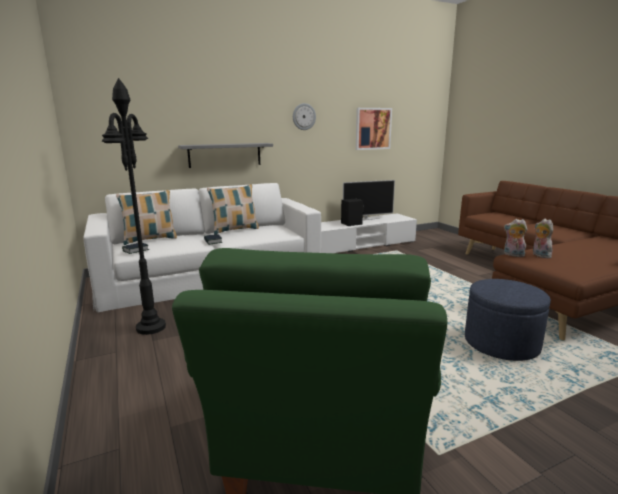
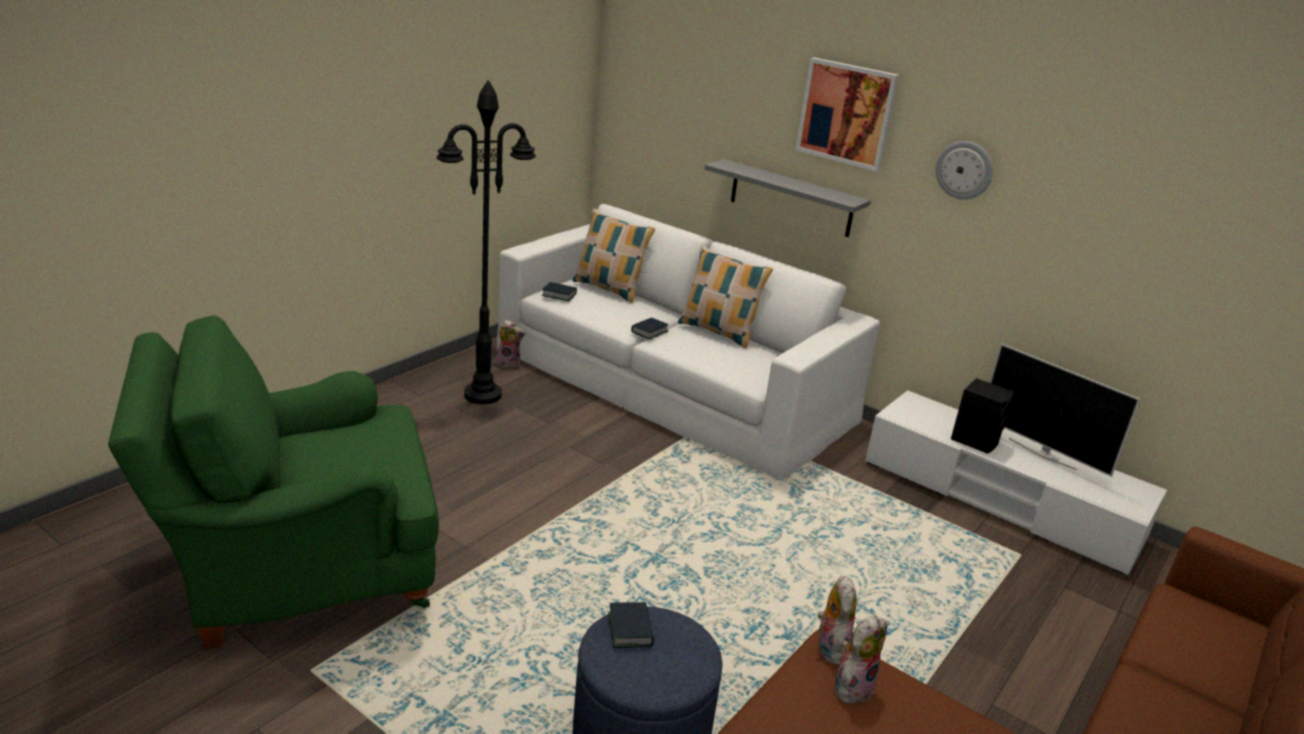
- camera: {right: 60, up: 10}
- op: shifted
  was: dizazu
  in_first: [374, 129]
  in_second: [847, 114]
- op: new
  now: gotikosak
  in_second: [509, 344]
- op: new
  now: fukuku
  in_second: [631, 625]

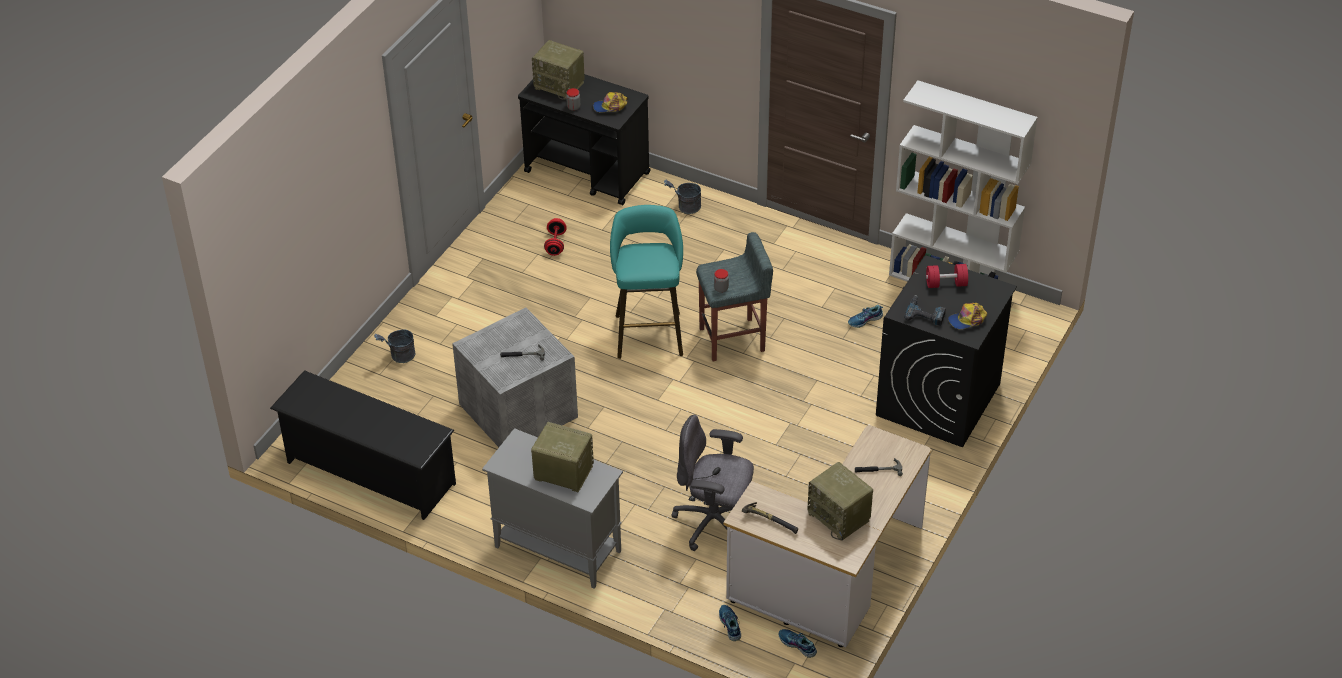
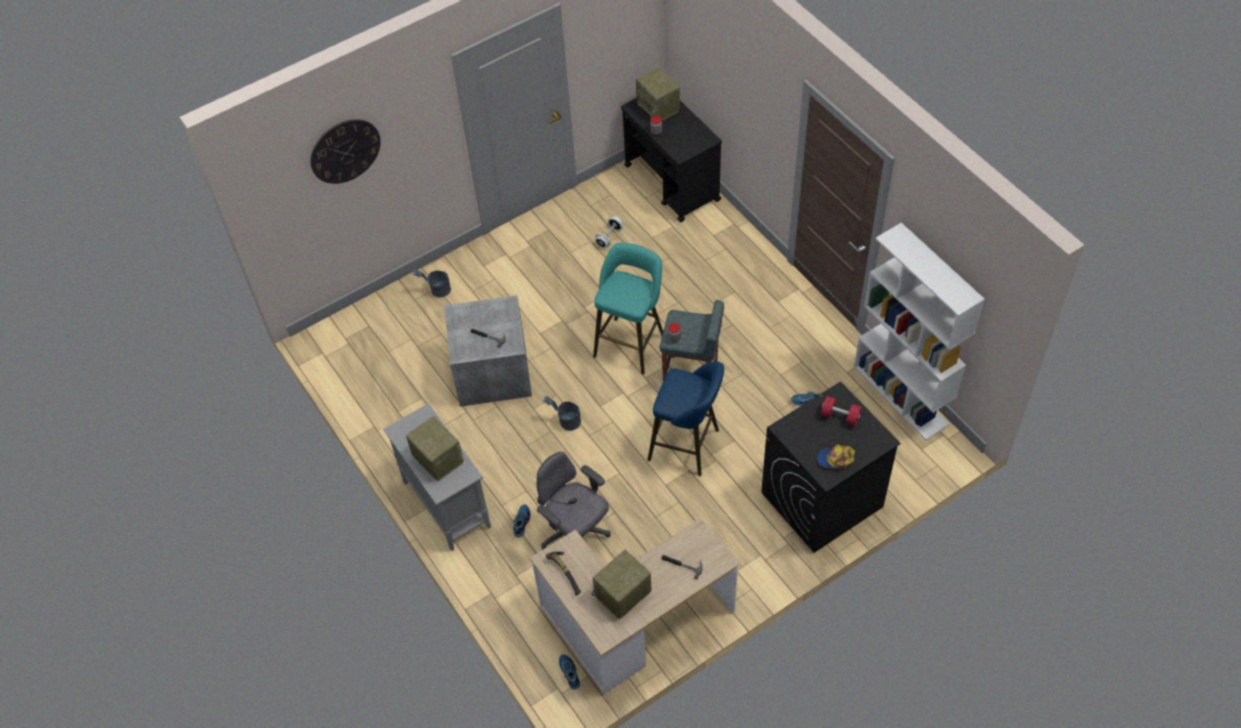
- camera: {right: 30, up: 10}
- op: gone
  was: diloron
  in_first: [610, 102]
- op: shifted
  was: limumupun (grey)
  in_first: [682, 197]
  in_second: [562, 413]
- op: repainted
  was: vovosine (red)
  now: vovosine (white)
  in_first: [555, 237]
  in_second: [609, 232]
- op: gone
  was: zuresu
  in_first: [925, 310]
- op: gone
  was: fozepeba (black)
  in_first: [363, 445]
- op: rotated
  was: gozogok
  in_first: [840, 501]
  in_second: [621, 584]
  clockwise: 60
- op: shifted
  was: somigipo
  in_first: [730, 623]
  in_second: [522, 520]
- op: new
  now: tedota
  in_second: [345, 151]
- op: new
  now: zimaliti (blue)
  in_second: [685, 419]

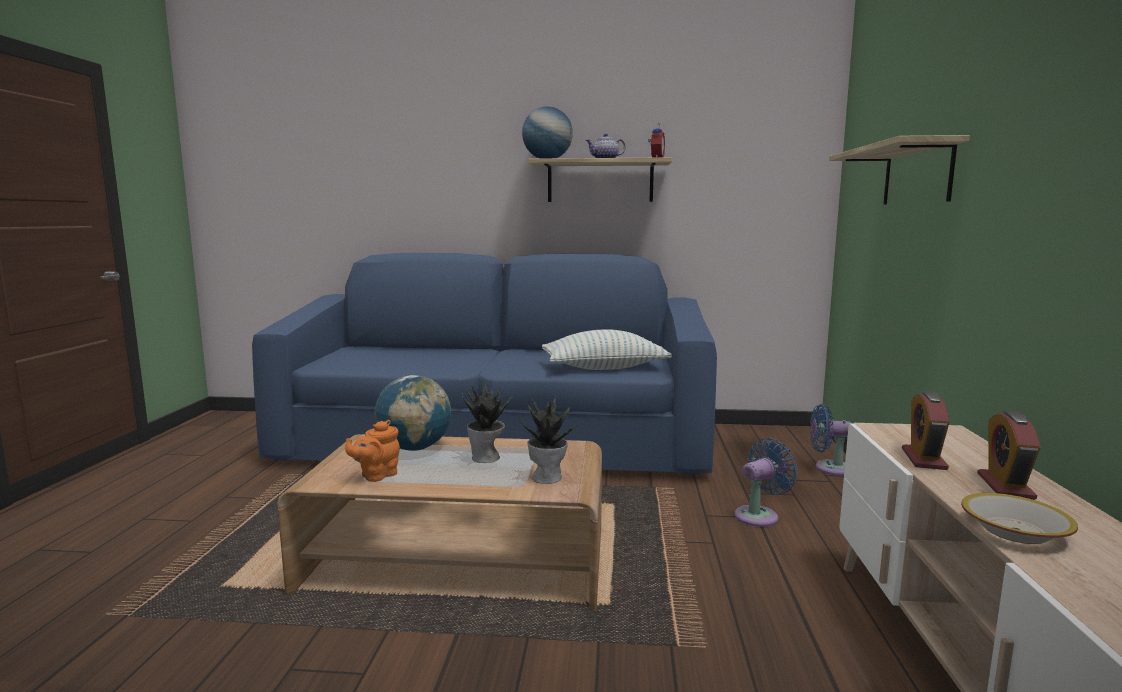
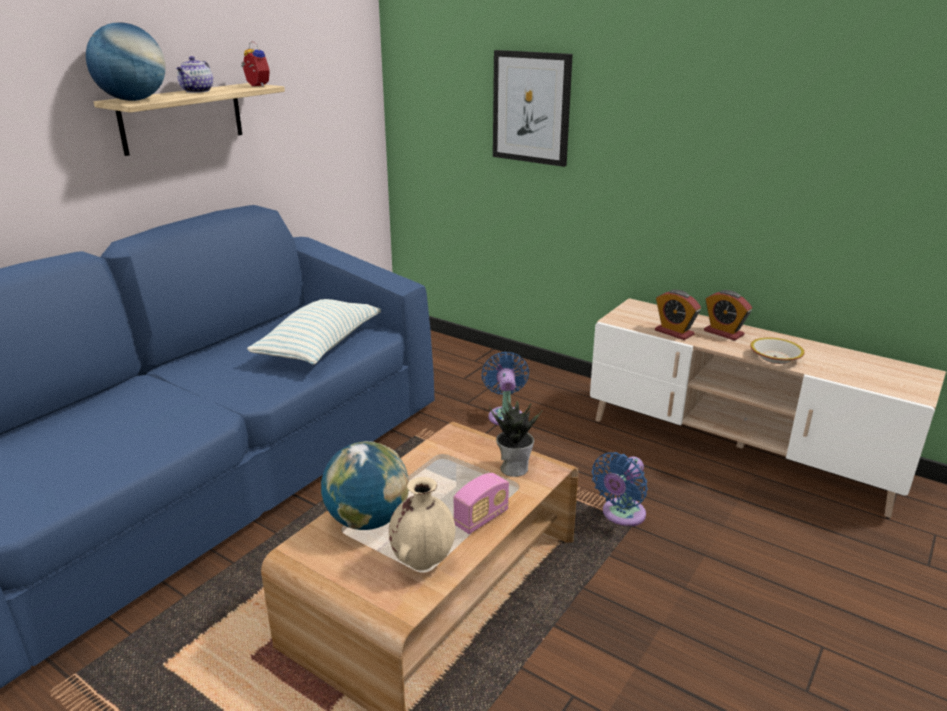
- camera: {right: -60, up: 15}
- op: swapped
  was: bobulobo
  now: dizazu
  in_first: [899, 170]
  in_second: [533, 108]
- op: gone
  was: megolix
  in_first: [487, 421]
- op: shifted
  was: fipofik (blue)
  in_first: [830, 440]
  in_second: [620, 489]
- op: swapped
  was: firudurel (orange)
  now: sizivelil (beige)
  in_first: [372, 451]
  in_second: [422, 523]
- op: new
  now: gozogok
  in_second: [481, 503]

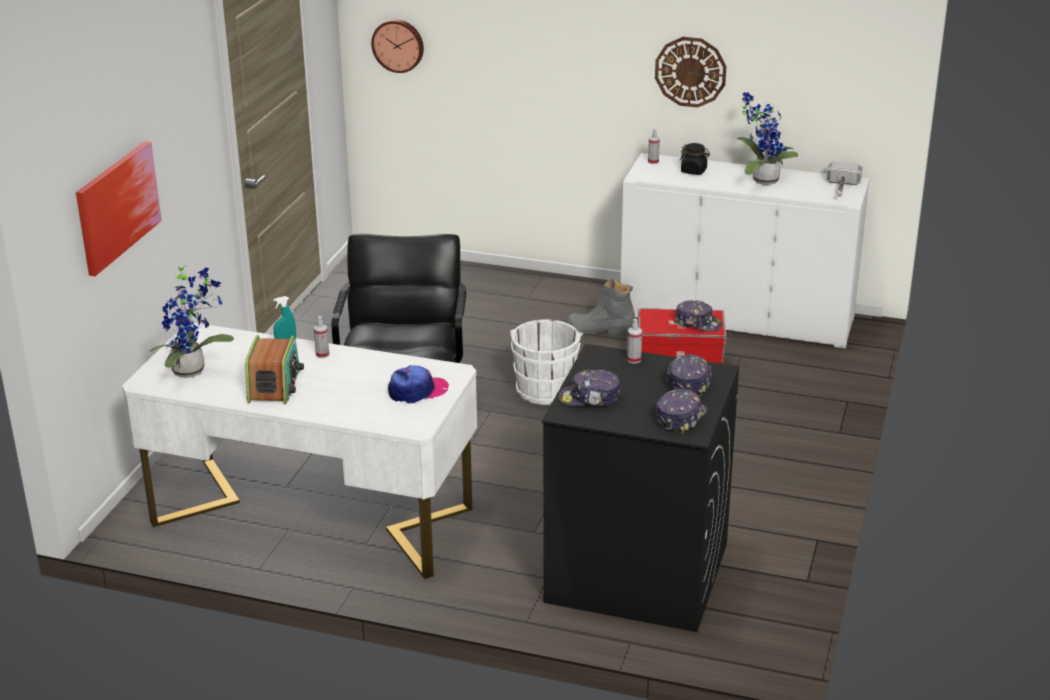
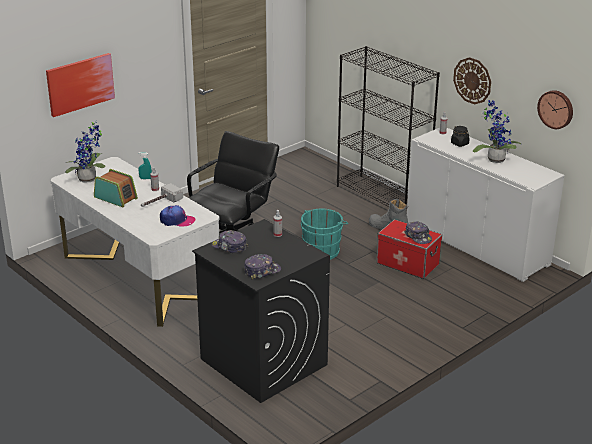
- camera: {right: 30, up: 0}
- op: shifted
  was: tedota
  in_first: [397, 46]
  in_second: [555, 109]
- op: shifted
  was: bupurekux
  in_first: [844, 179]
  in_second: [162, 195]
- op: repainted
  was: limumupun (white)
  now: limumupun (turquoise)
  in_first: [546, 362]
  in_second: [324, 234]
- op: rotated
  was: gozogok
  in_first: [274, 369]
  in_second: [116, 188]
  clockwise: -90
- op: gone
  was: diloron
  in_first: [689, 375]
- op: new
  now: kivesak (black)
  in_second: [388, 129]

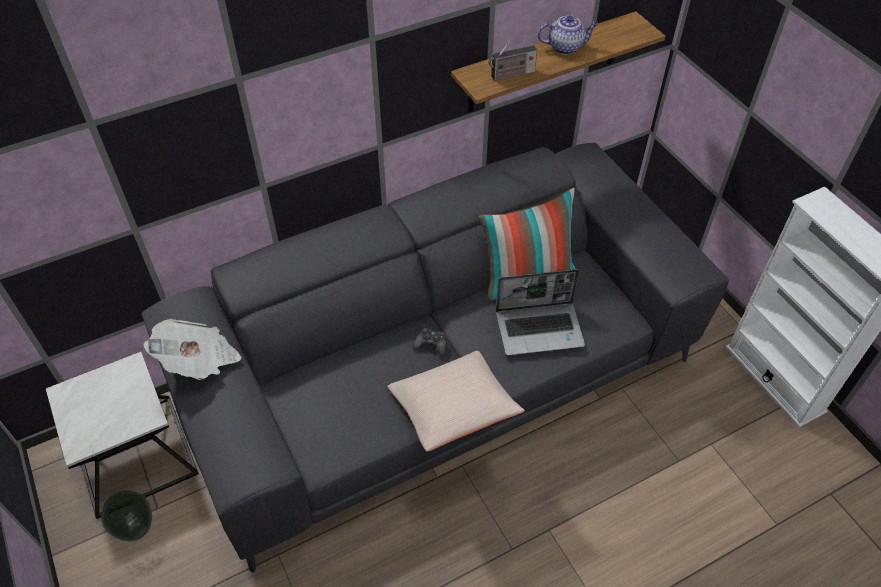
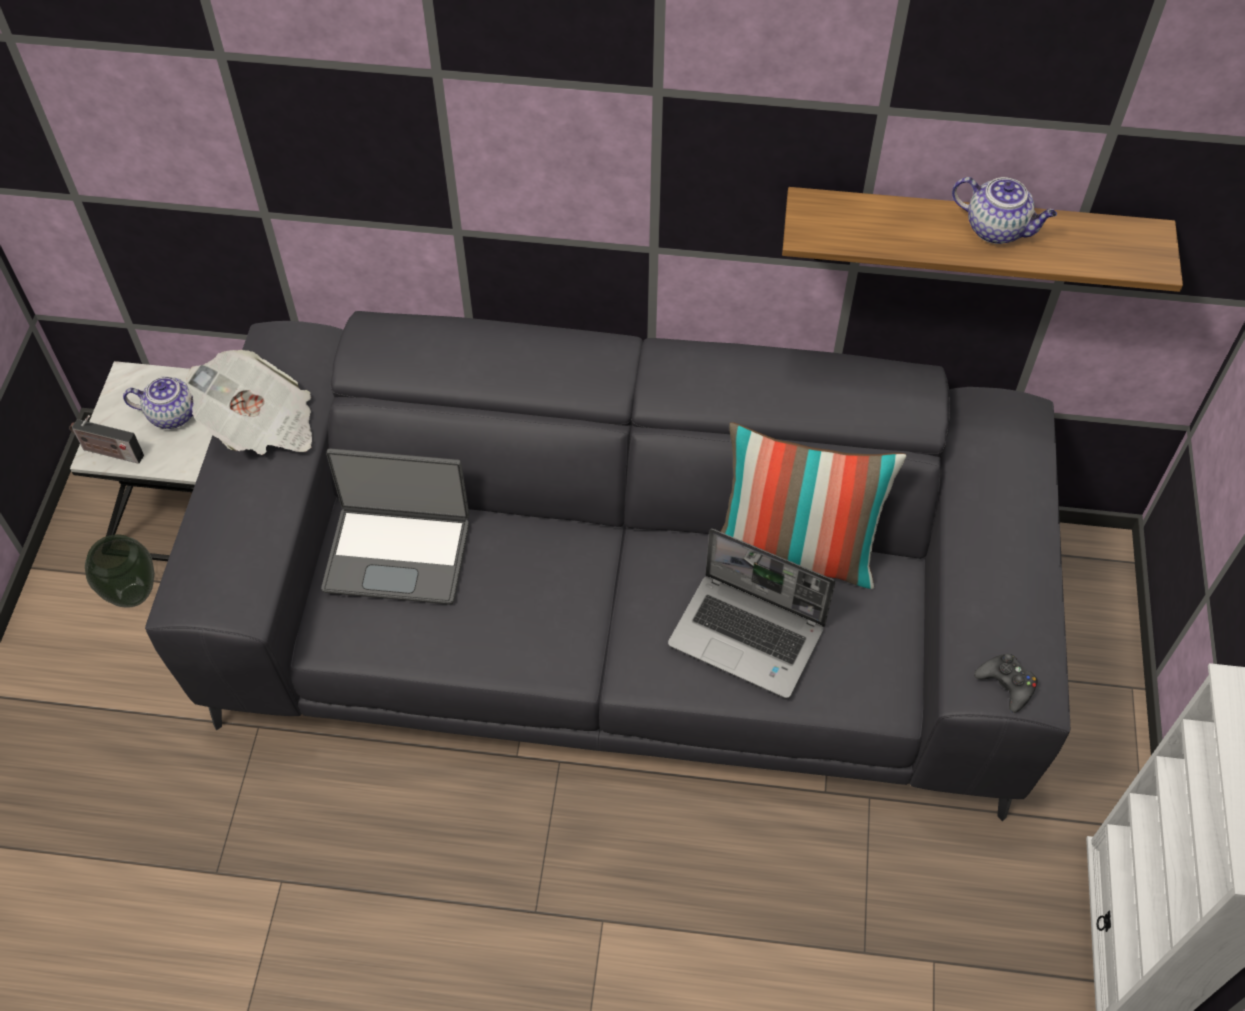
- camera: {right: 35, up: 5}
- op: shifted
  was: gozogok
  in_first: [512, 60]
  in_second: [106, 439]
- op: shifted
  was: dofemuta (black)
  in_first: [430, 342]
  in_second: [1006, 683]
- op: gone
  was: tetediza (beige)
  in_first: [456, 401]
- op: new
  now: firudurel
  in_second: [158, 402]
- op: new
  now: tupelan
  in_second: [395, 526]

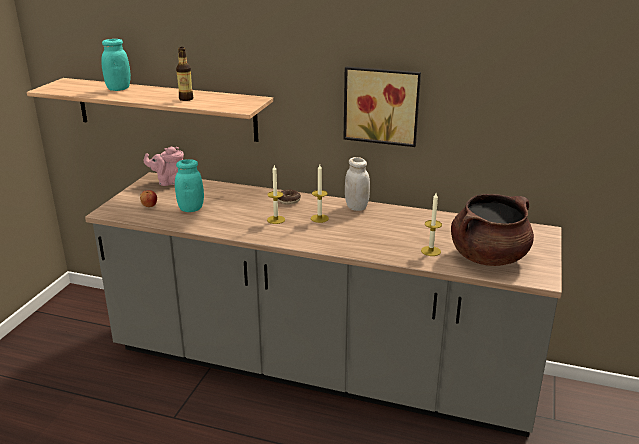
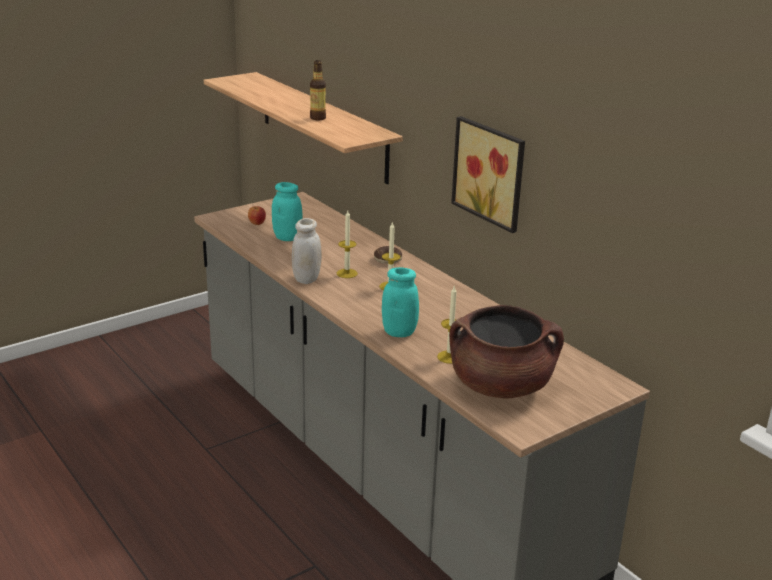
- camera: {right: 35, up: 0}
- op: shifted
  was: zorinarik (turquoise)
  in_first: [116, 65]
  in_second: [400, 302]
- op: gone
  was: firudurel (pink)
  in_first: [164, 166]
- op: shifted
  was: zorinarik (white)
  in_first: [357, 184]
  in_second: [307, 251]

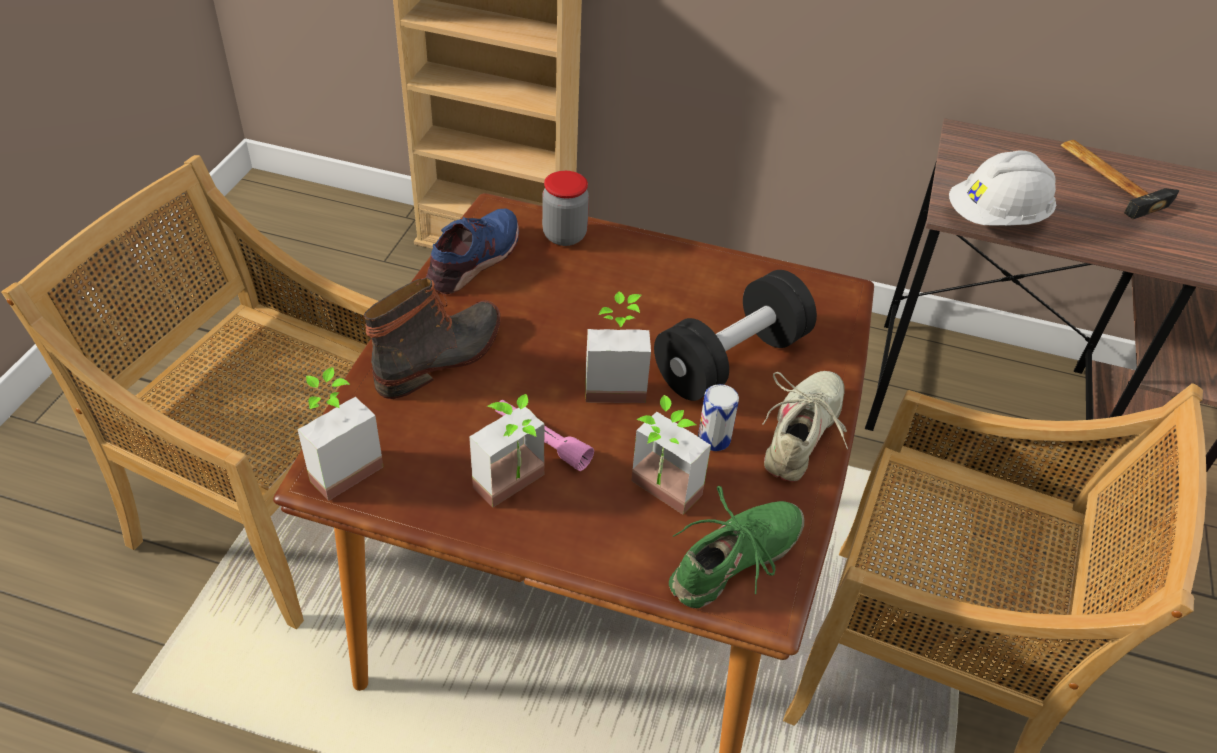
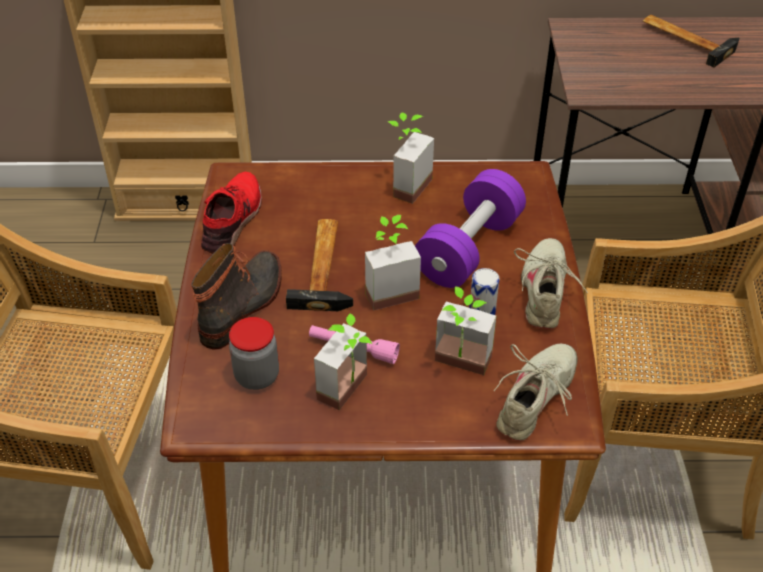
- camera: {right: -15, up: 0}
- op: gone
  was: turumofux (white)
  in_first: [1002, 188]
- op: shifted
  was: zorinarik
  in_first: [565, 208]
  in_second: [254, 353]
- op: repainted
  was: somigipo (blue)
  now: somigipo (red)
  in_first: [472, 251]
  in_second: [231, 213]
- op: repainted
  was: vovosine (black)
  now: vovosine (purple)
  in_first: [735, 335]
  in_second: [470, 228]
- op: shifted
  was: megolix
  in_first: [340, 434]
  in_second: [411, 158]
- op: repainted
  was: somigipo (green)
  now: somigipo (beige)
  in_first: [736, 547]
  in_second: [536, 392]
- op: new
  now: bupurekux
  in_second: [319, 265]

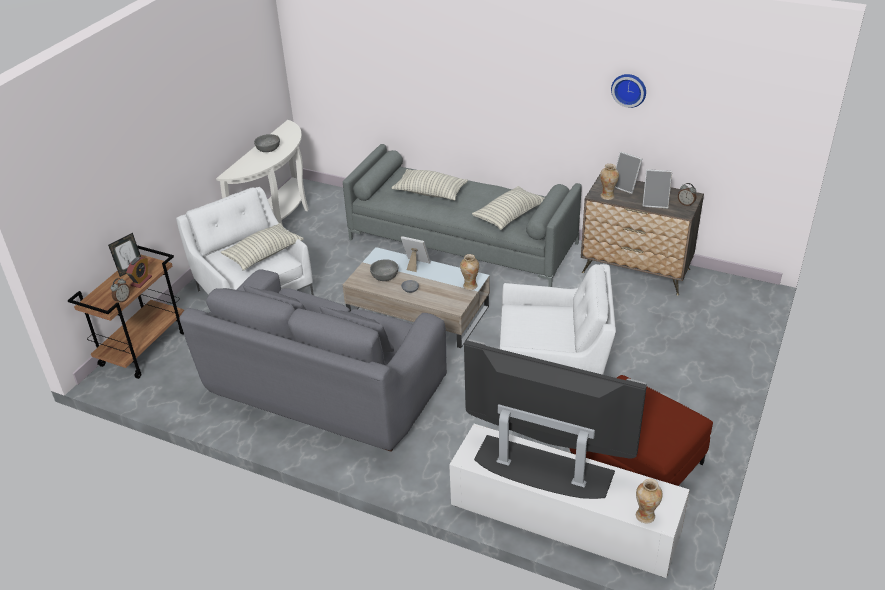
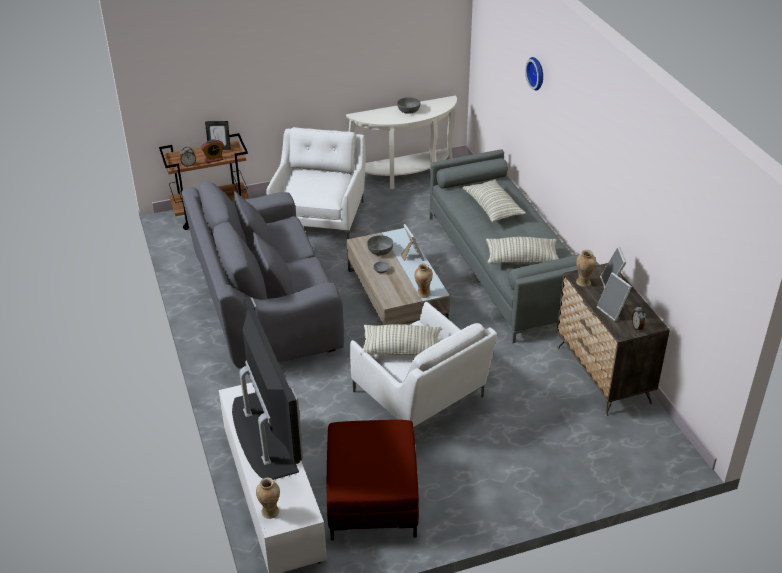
- camera: {right: 45, up: 0}
- op: shifted
  was: tedota
  in_first: [628, 91]
  in_second: [534, 74]
- op: shifted
  was: tetediza
  in_first: [262, 247]
  in_second: [400, 339]

